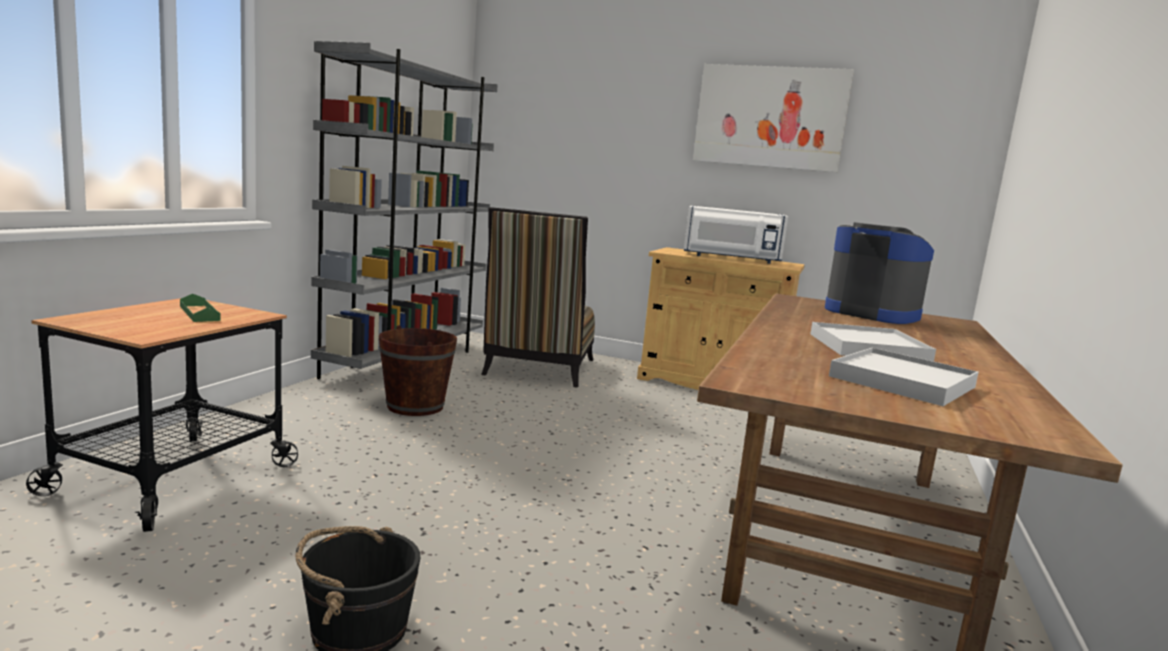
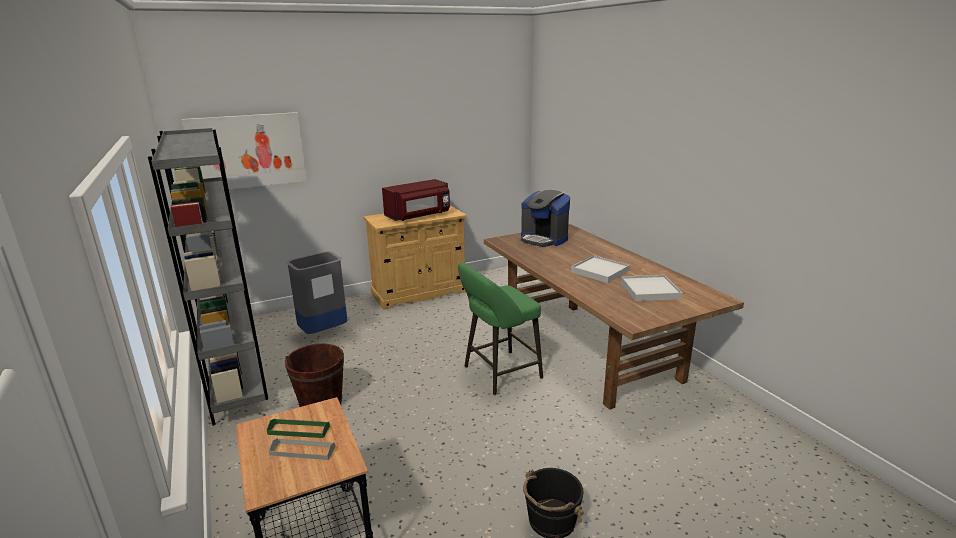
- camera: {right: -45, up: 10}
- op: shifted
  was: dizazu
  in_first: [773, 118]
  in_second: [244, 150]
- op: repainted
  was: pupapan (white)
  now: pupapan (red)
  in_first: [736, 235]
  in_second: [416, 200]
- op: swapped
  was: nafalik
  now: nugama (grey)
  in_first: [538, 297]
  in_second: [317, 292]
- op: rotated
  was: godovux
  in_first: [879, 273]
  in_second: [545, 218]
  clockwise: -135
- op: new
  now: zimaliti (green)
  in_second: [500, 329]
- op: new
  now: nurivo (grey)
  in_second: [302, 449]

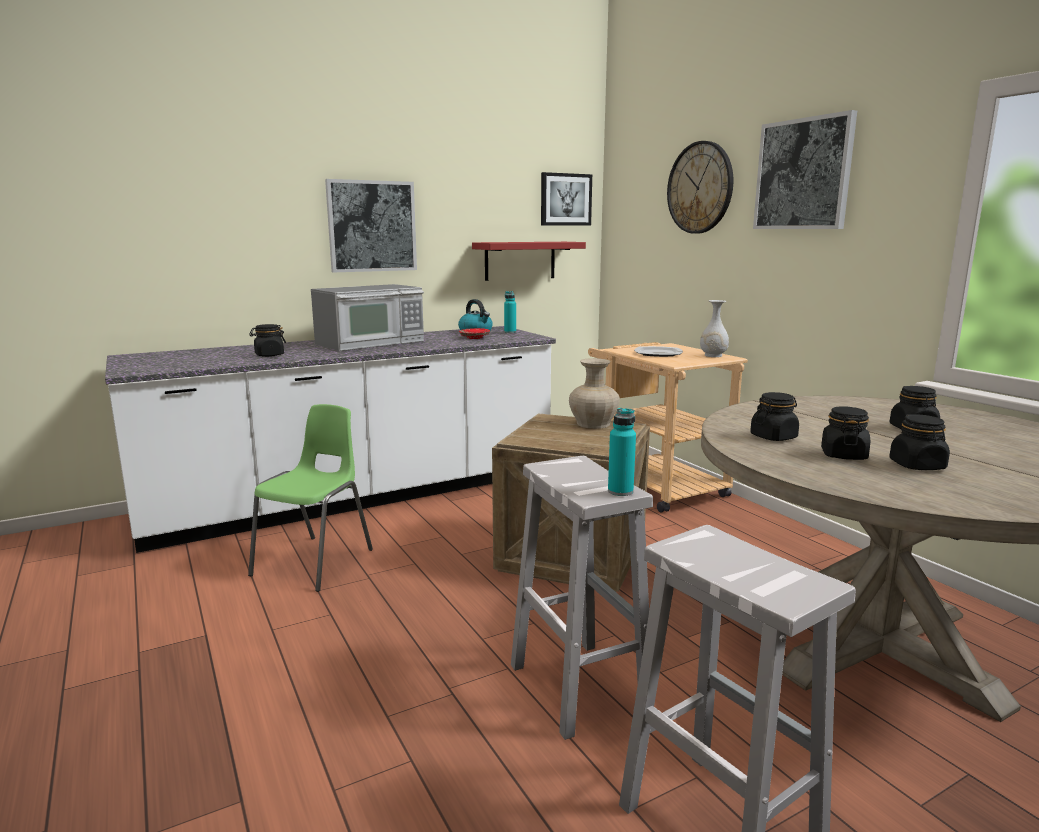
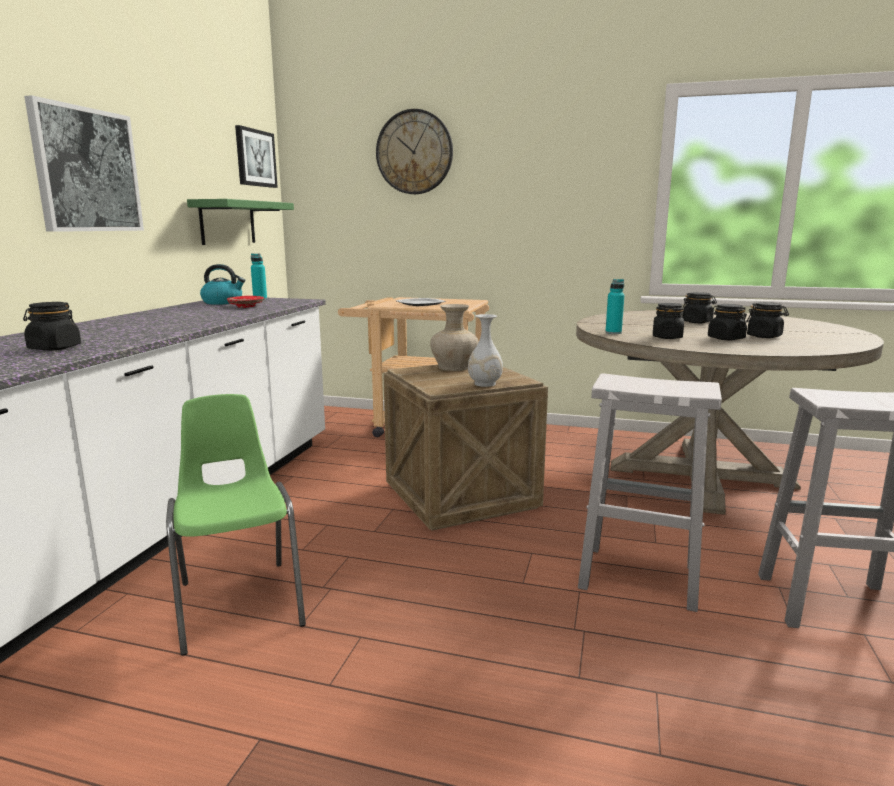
- camera: {right: -45, up: 0}
- op: gone
  was: dizazu
  in_first: [805, 169]
- op: repainted
  was: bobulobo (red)
  now: bobulobo (green)
  in_first: [529, 261]
  in_second: [240, 222]
- op: gone
  was: pupapan
  in_first: [367, 317]
- op: shifted
  was: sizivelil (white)
  in_first: [714, 328]
  in_second: [485, 350]
- op: shifted
  was: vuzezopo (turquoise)
  in_first: [622, 452]
  in_second: [614, 306]

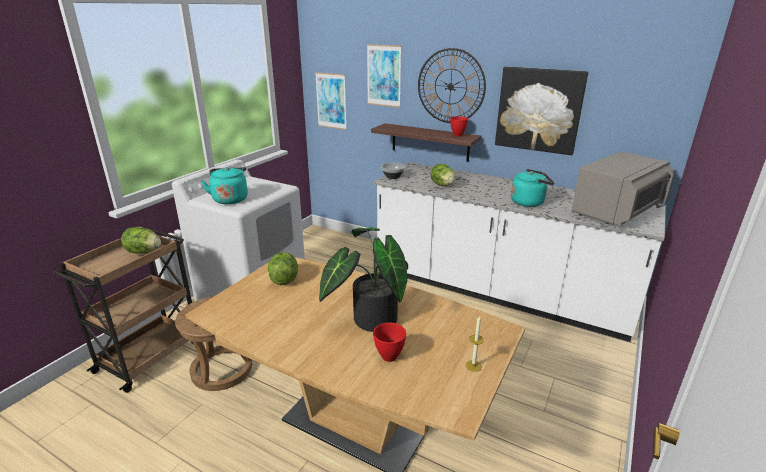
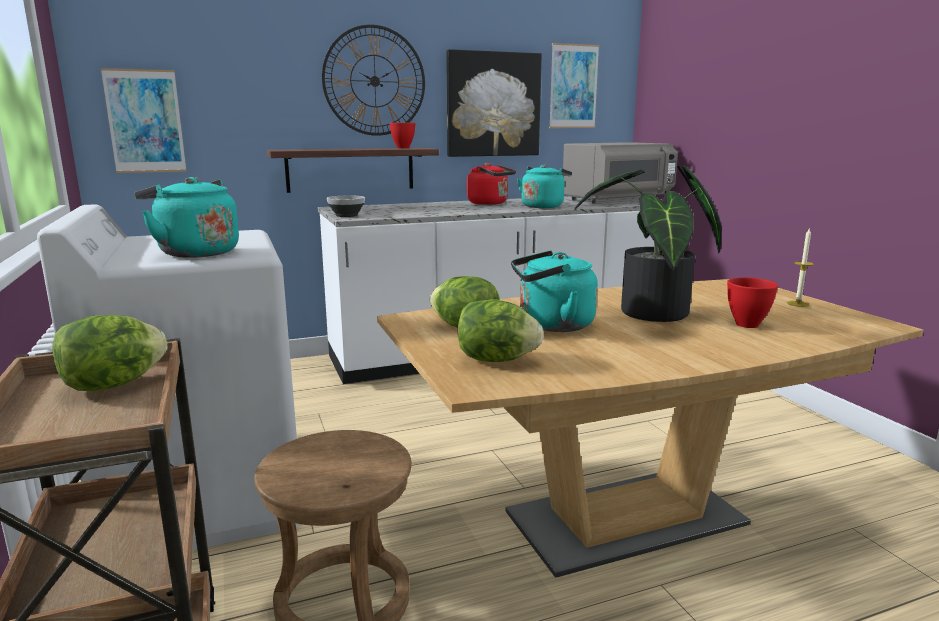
- camera: {right: -50, up: -10}
- op: shifted
  was: dizazu
  in_first: [384, 75]
  in_second: [574, 85]
- op: rotated
  was: pupapan (grey)
  in_first: [622, 188]
  in_second: [620, 173]
  clockwise: 60
- op: shifted
  was: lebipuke
  in_first: [443, 175]
  in_second: [501, 330]
- op: new
  now: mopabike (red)
  in_second: [491, 184]
- op: new
  now: mopabike (turquoise)
  in_second: [554, 291]

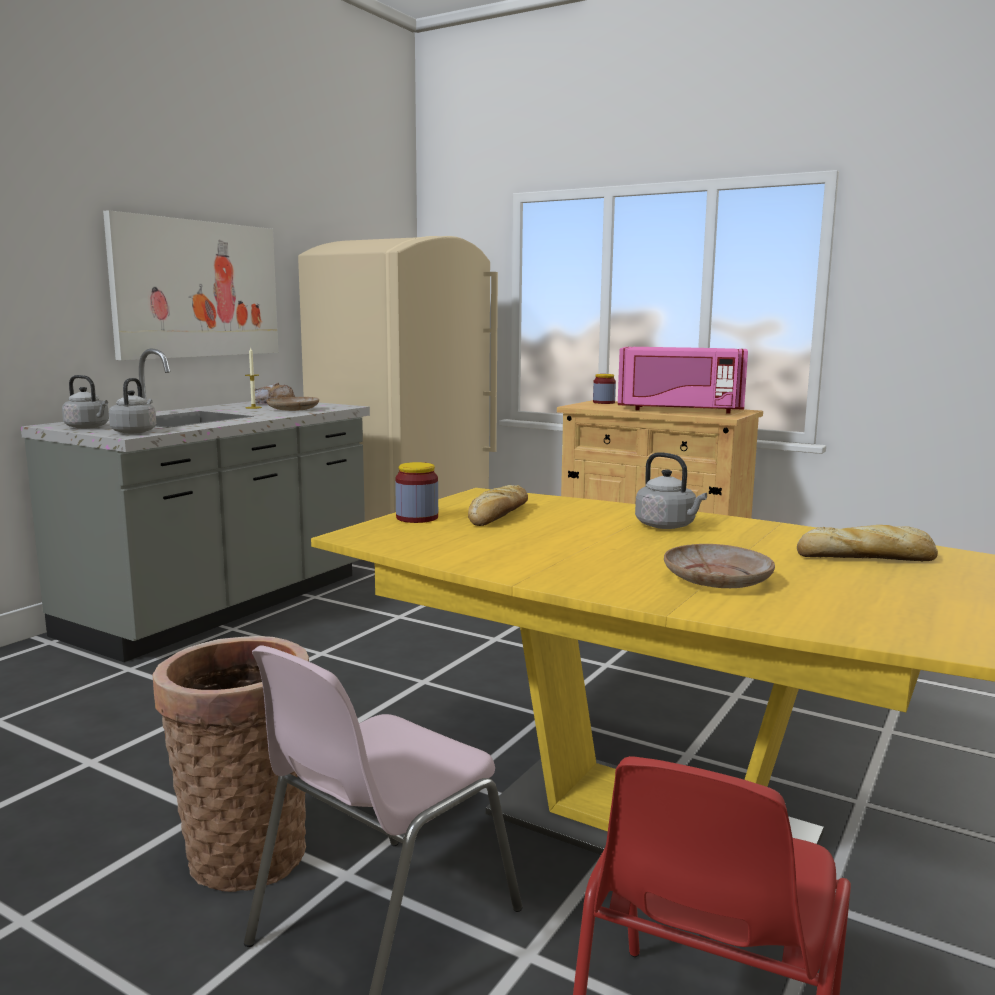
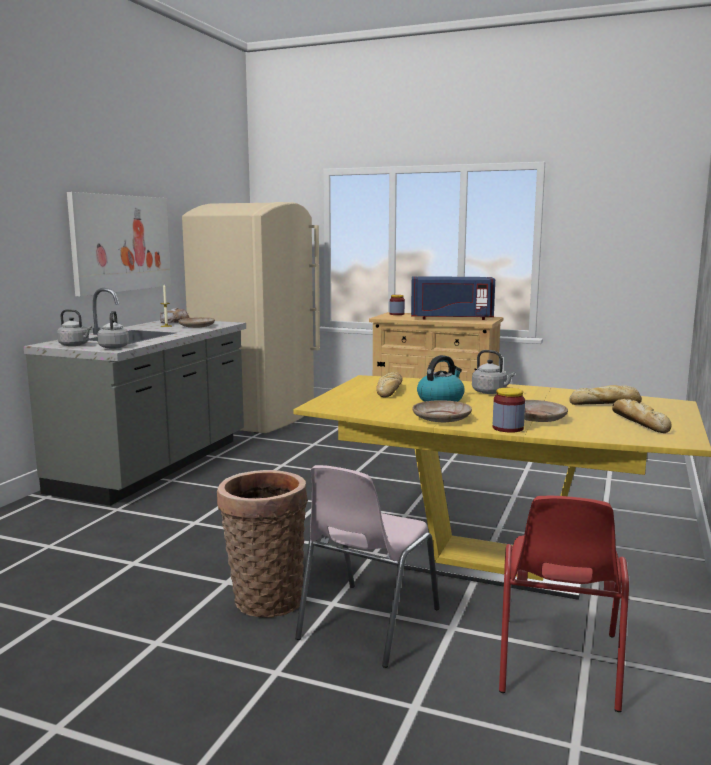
- camera: {right: -10, up: 0}
- op: repainted
  was: pupapan (pink)
  now: pupapan (blue)
  in_first: [683, 380]
  in_second: [453, 298]
- op: shifted
  was: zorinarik
  in_first: [416, 492]
  in_second: [509, 410]
- op: new
  now: mopabike
  in_second: [441, 378]
- op: new
  now: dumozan
  in_second: [642, 416]
- op: new
  now: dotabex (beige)
  in_second: [442, 411]

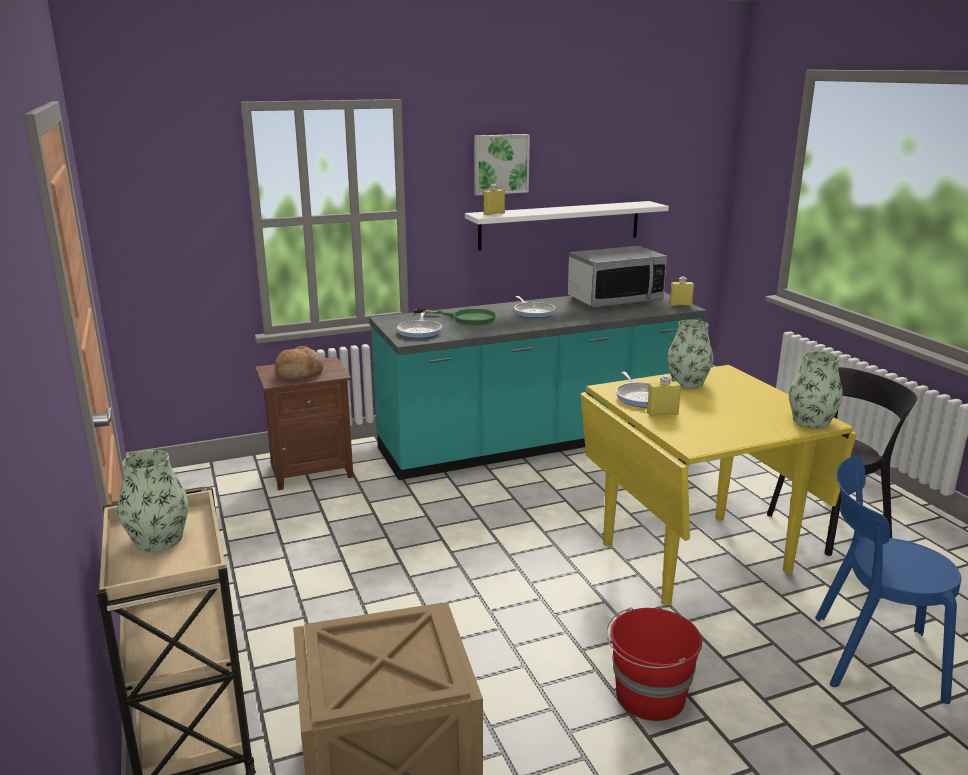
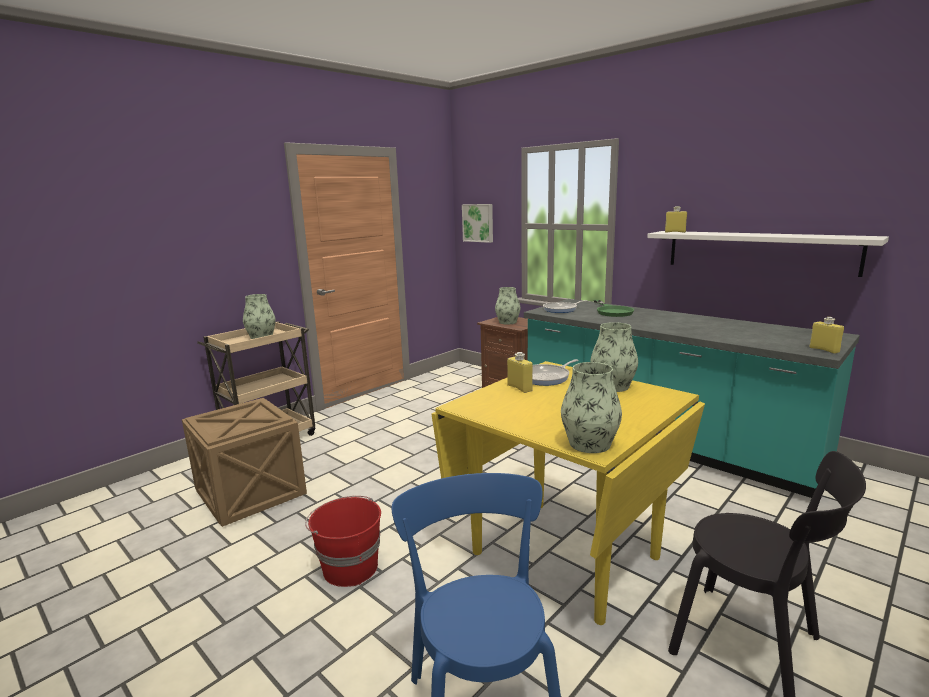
- camera: {right: 65, up: -5}
- op: shifted
  was: dizazu
  in_first: [502, 164]
  in_second: [477, 223]
- op: gone
  was: pupapan
  in_first: [617, 276]
- op: gone
  was: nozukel
  in_first: [534, 307]
- op: swapped
  was: dumozan
  now: sizivelil
  in_first: [299, 363]
  in_second: [507, 306]

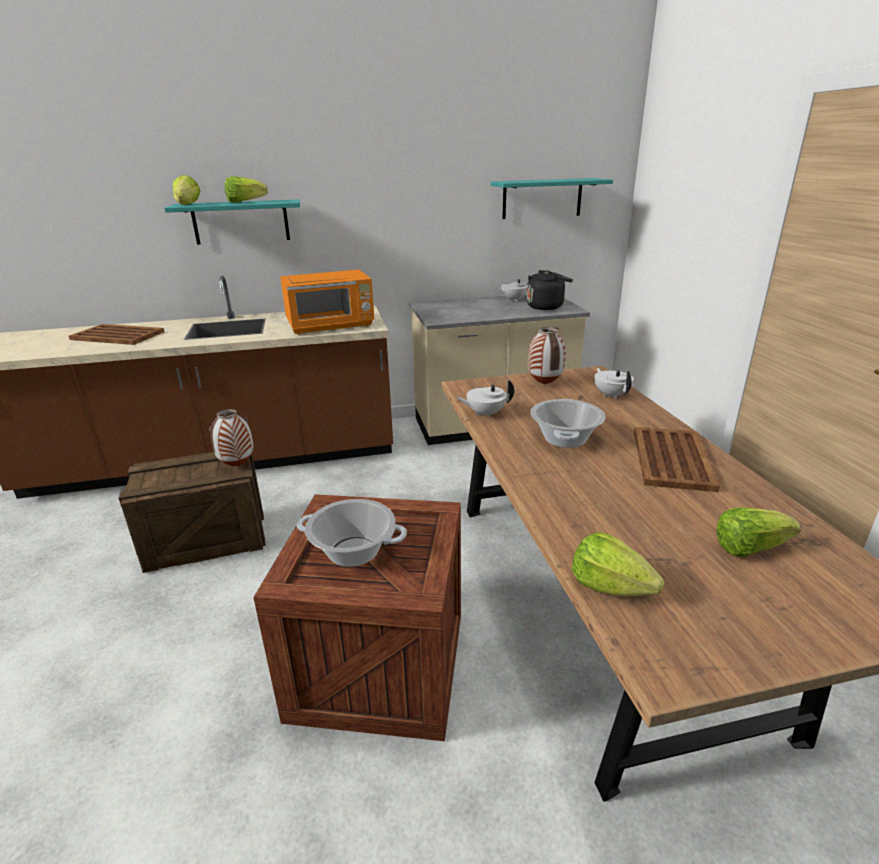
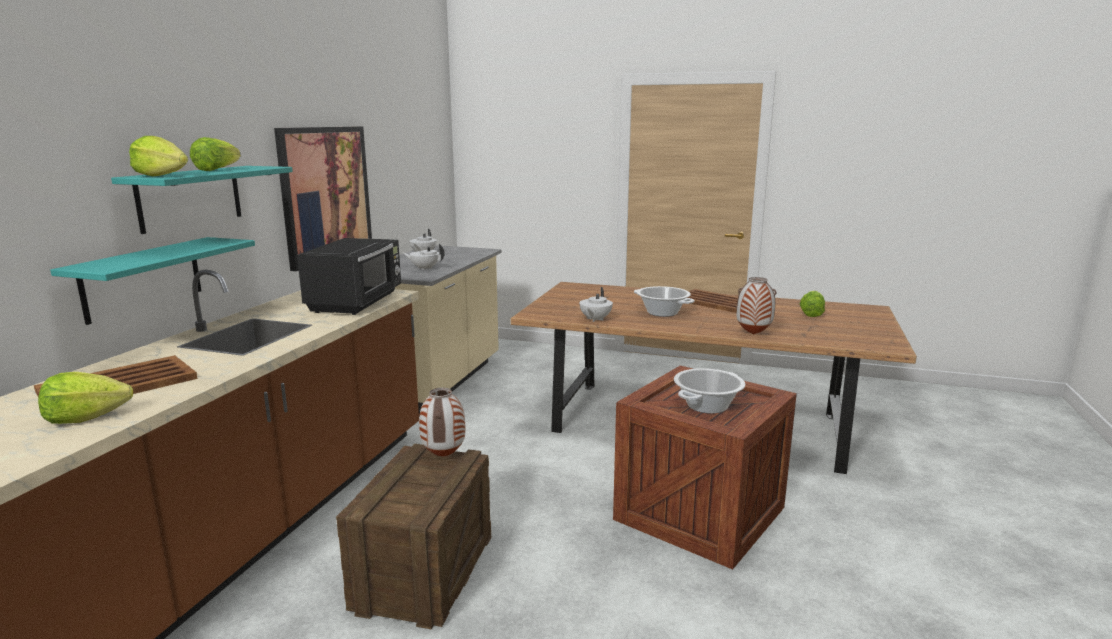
- camera: {right: -60, up: -10}
- op: shifted
  was: bobulobo (turquoise)
  in_first: [552, 198]
  in_second: [152, 281]
- op: repainted
  was: pupapan (orange)
  now: pupapan (black)
  in_first: [327, 302]
  in_second: [349, 276]
- op: gone
  was: mopabike (black)
  in_first: [550, 290]
- op: shifted
  was: sizivelil
  in_first: [547, 356]
  in_second: [756, 306]
- op: shifted
  was: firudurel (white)
  in_first: [614, 383]
  in_second: [424, 257]
- op: shifted
  was: lebipuke
  in_first: [618, 564]
  in_second: [85, 398]
- op: new
  now: dizazu
  in_second: [323, 198]

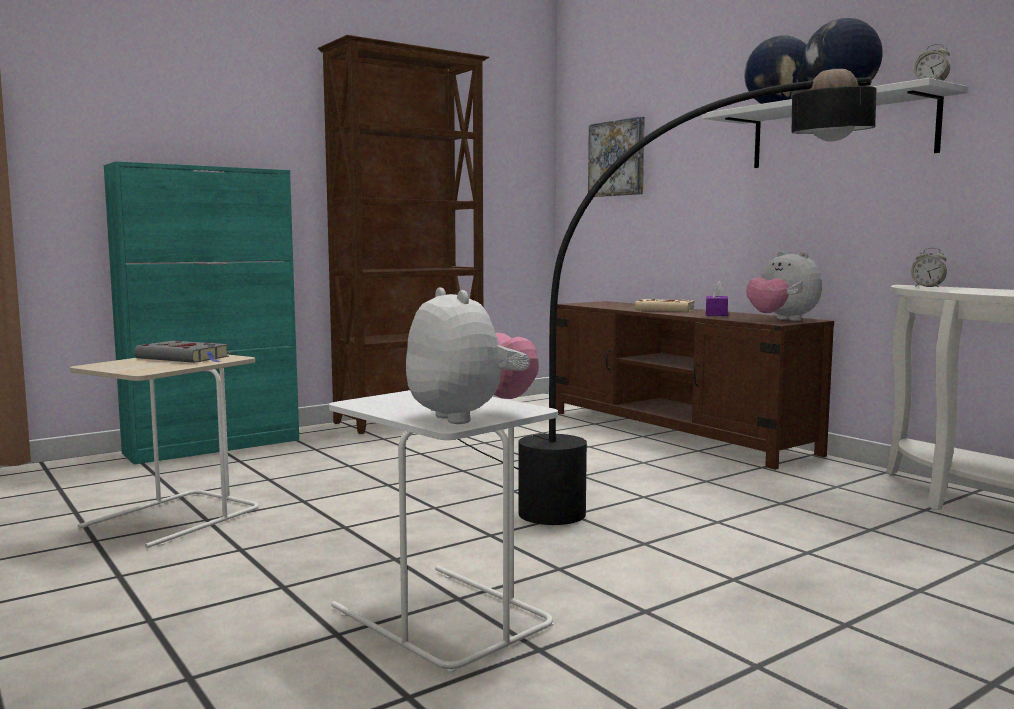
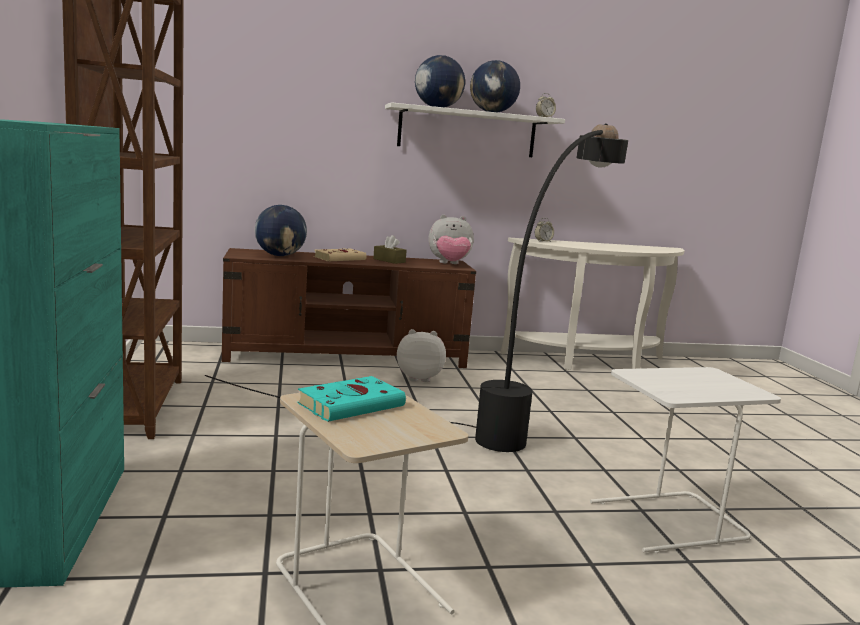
- camera: {right: -65, up: 5}
- op: gone
  was: dizazu
  in_first: [616, 156]
- op: repainted
  was: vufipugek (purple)
  now: vufipugek (brown)
  in_first: [717, 298]
  in_second: [390, 249]
- op: shifted
  was: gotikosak
  in_first: [472, 355]
  in_second: [421, 355]
- op: repainted
  was: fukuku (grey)
  now: fukuku (turquoise)
  in_first: [181, 352]
  in_second: [352, 399]
- op: new
  now: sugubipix
  in_second: [281, 230]

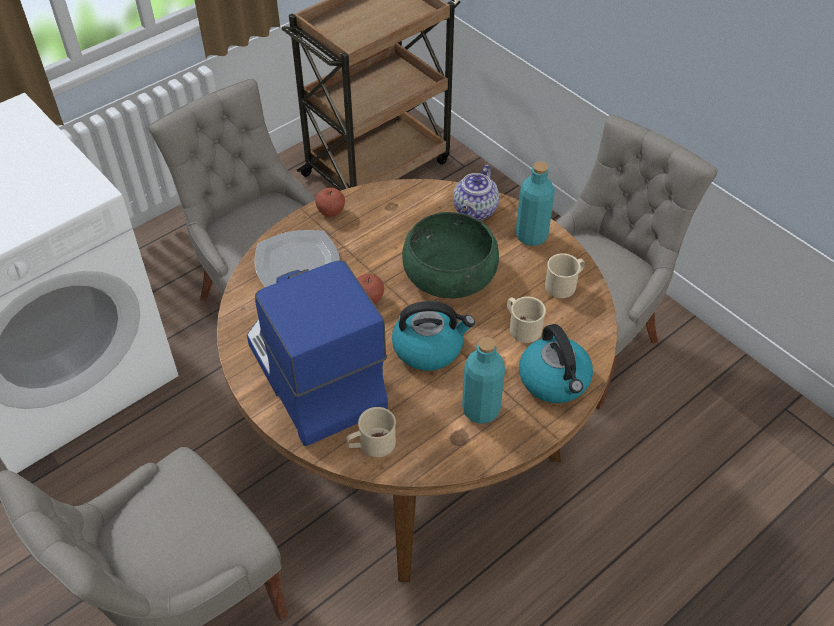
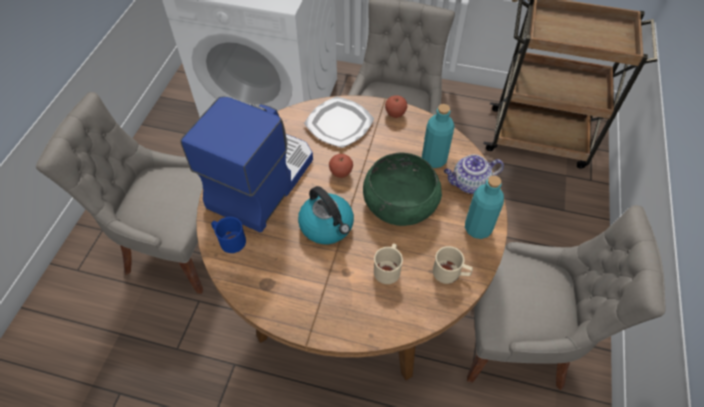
- camera: {right: 55, up: 5}
- op: gone
  was: mopabike
  in_first: [556, 363]
- op: shifted
  was: vuzezopo (turquoise)
  in_first: [483, 380]
  in_second: [438, 136]
- op: repainted
  was: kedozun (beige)
  now: kedozun (blue)
  in_first: [371, 432]
  in_second: [228, 235]

